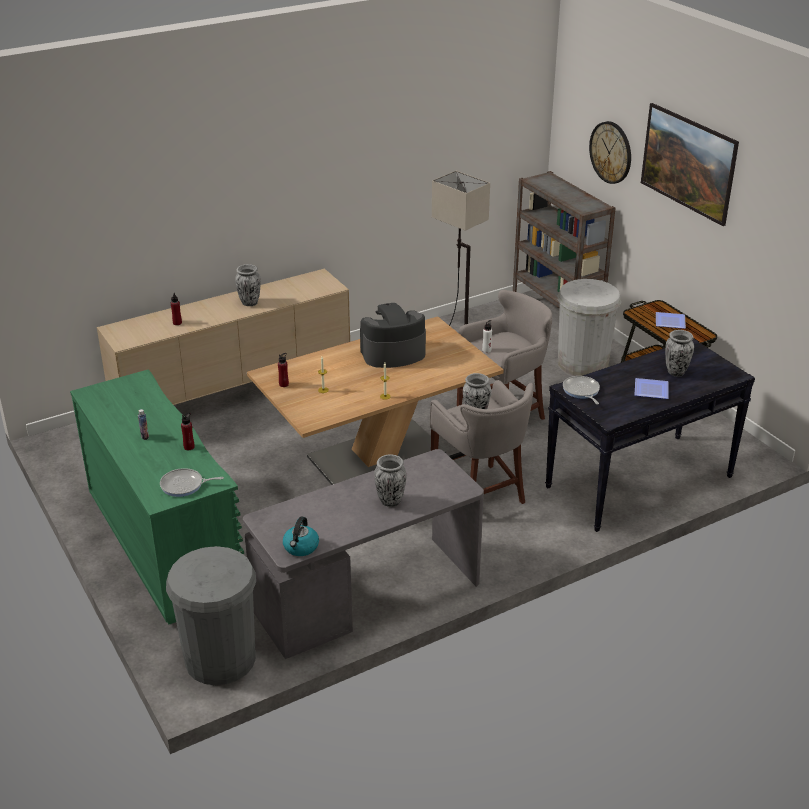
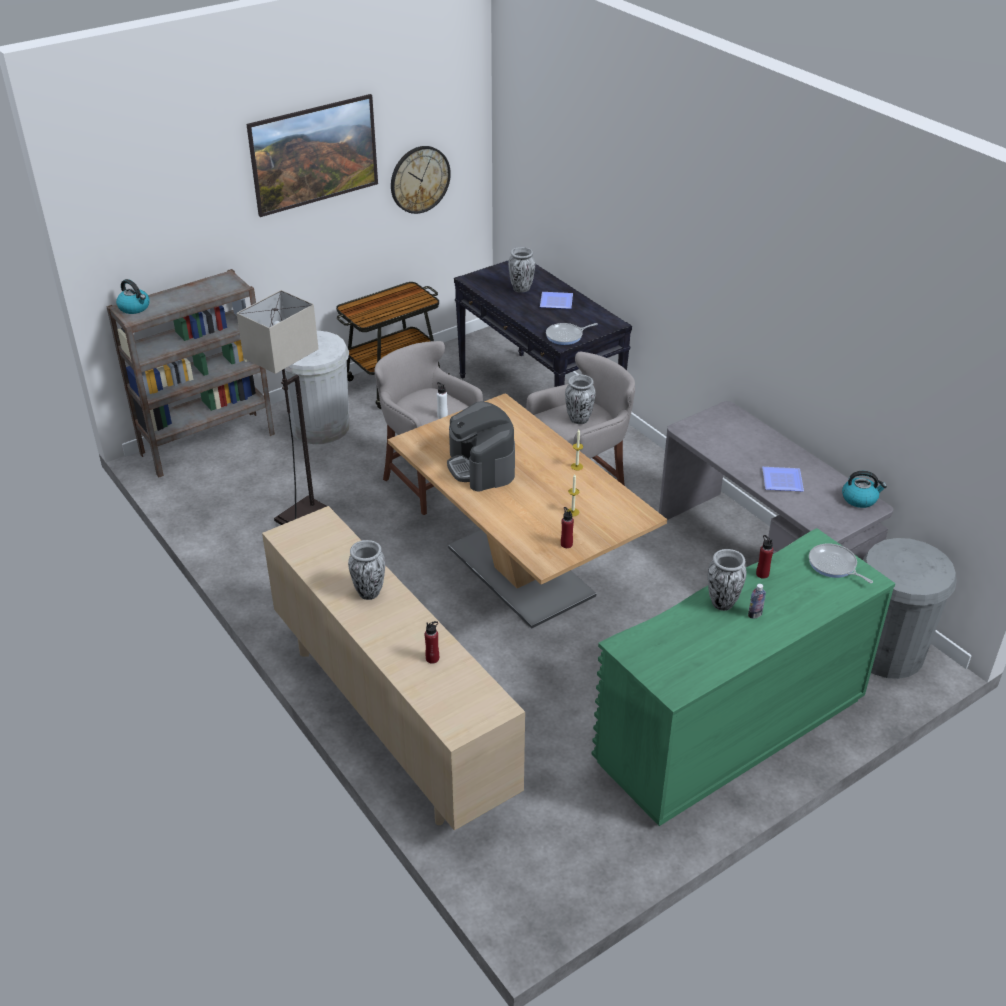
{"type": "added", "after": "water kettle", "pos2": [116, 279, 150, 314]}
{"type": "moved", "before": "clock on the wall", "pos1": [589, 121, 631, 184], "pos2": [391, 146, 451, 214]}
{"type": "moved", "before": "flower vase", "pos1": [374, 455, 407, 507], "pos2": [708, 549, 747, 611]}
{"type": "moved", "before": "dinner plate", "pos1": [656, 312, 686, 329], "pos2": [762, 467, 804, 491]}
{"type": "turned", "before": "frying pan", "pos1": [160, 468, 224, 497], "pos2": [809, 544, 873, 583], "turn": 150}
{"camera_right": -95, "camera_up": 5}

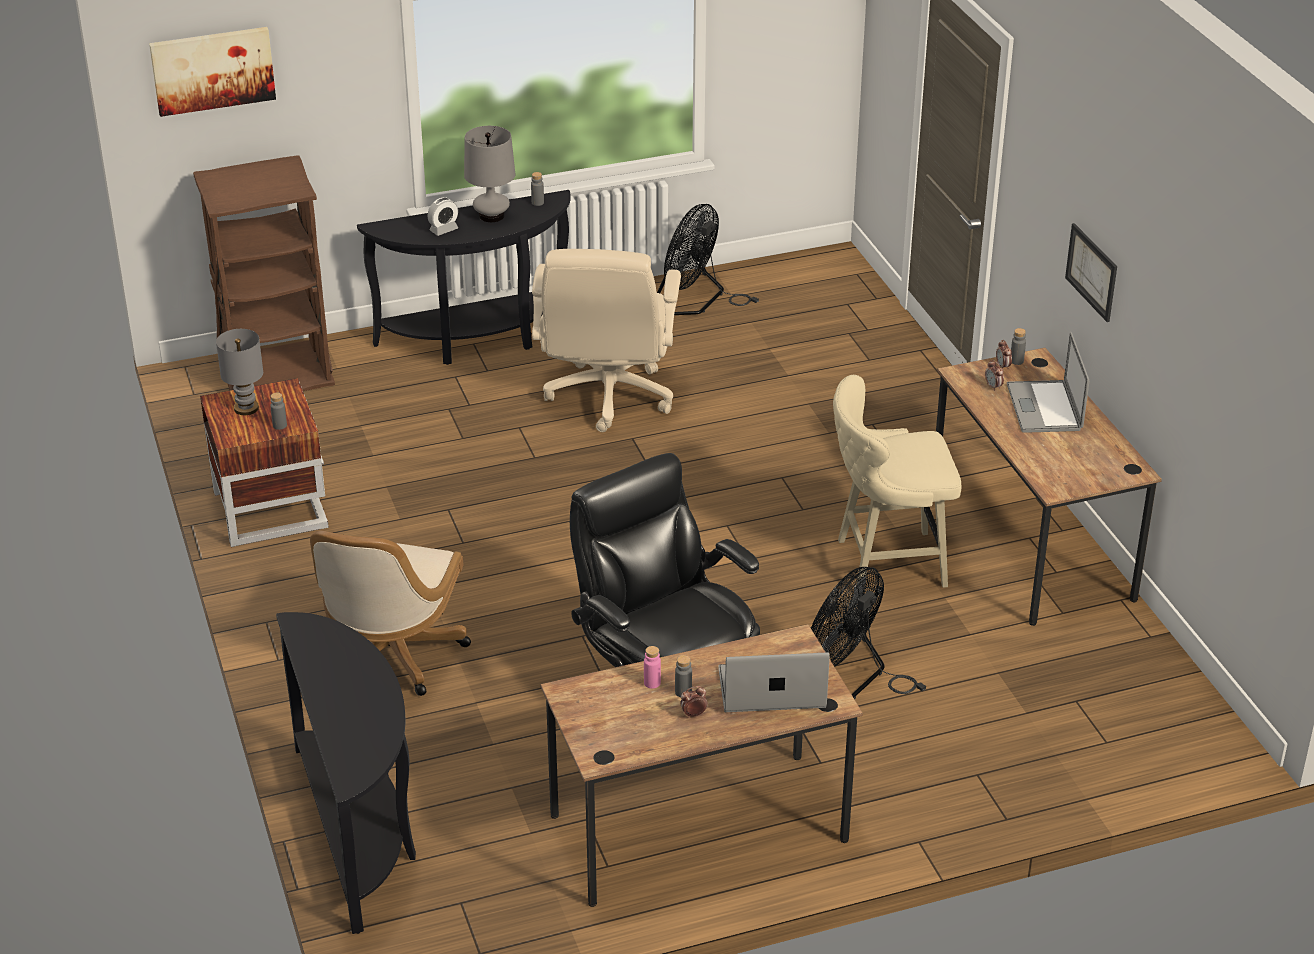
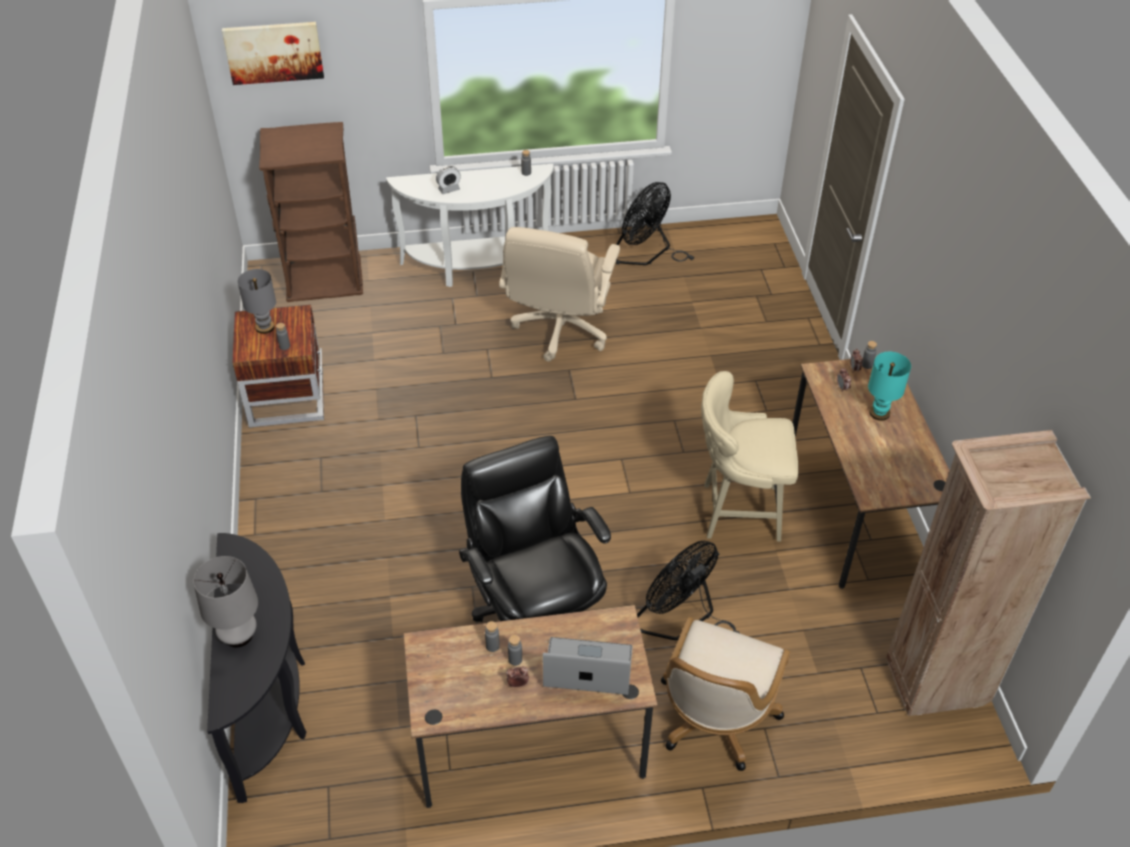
{"type": "moved", "before": "grey table lamp", "pos1": [464, 126, 515, 222], "pos2": [193, 556, 258, 648]}
{"type": "recoloured", "before": "black-coloured hall table", "after": "white-coloured hall table", "pos1": [357, 190, 571, 365], "pos2": [386, 164, 554, 287]}
{"type": "recoloured", "before": "pink-coloured drink bottle", "after": "grey drink bottle", "pos1": [644, 646, 661, 689], "pos2": [485, 621, 500, 652]}
{"type": "moved", "before": "desk chair", "pos1": [310, 530, 471, 696], "pos2": [661, 617, 790, 771]}
{"type": "replaced", "before": "notebook computer", "after": "turquoise-coloured table lamp", "pos1": [1007, 332, 1089, 433], "pos2": [868, 352, 911, 421]}
{"type": "added", "after": "brownish cupboard", "pos2": [886, 430, 1091, 716]}
{"type": "removed", "before": "wall picture", "pos1": [1065, 223, 1117, 322]}
{"camera_right": 10, "camera_up": 10}

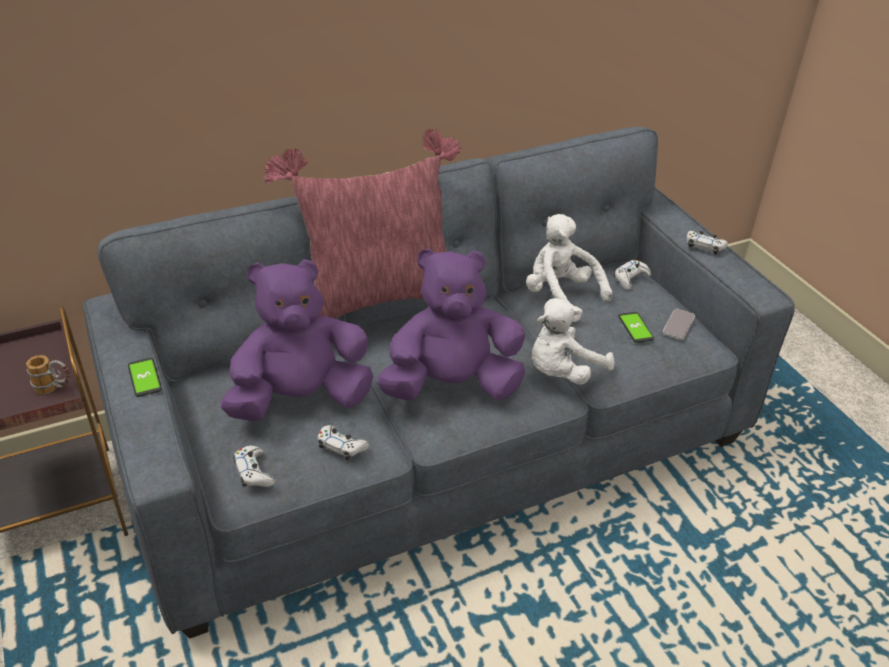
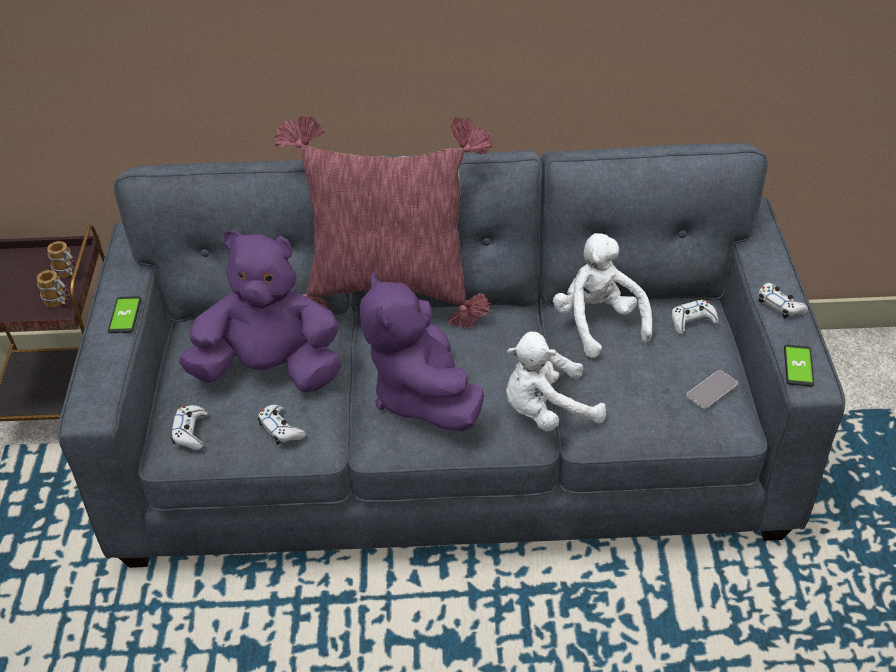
{"type": "added", "after": "tea mug", "pos2": [47, 241, 76, 277]}
{"type": "turned", "before": "purplish soft toy", "pos1": [377, 248, 525, 401], "pos2": [360, 272, 484, 431], "turn": -120}
{"type": "moved", "before": "phone", "pos1": [618, 312, 654, 343], "pos2": [784, 345, 814, 387]}
{"camera_right": 25, "camera_up": 5}

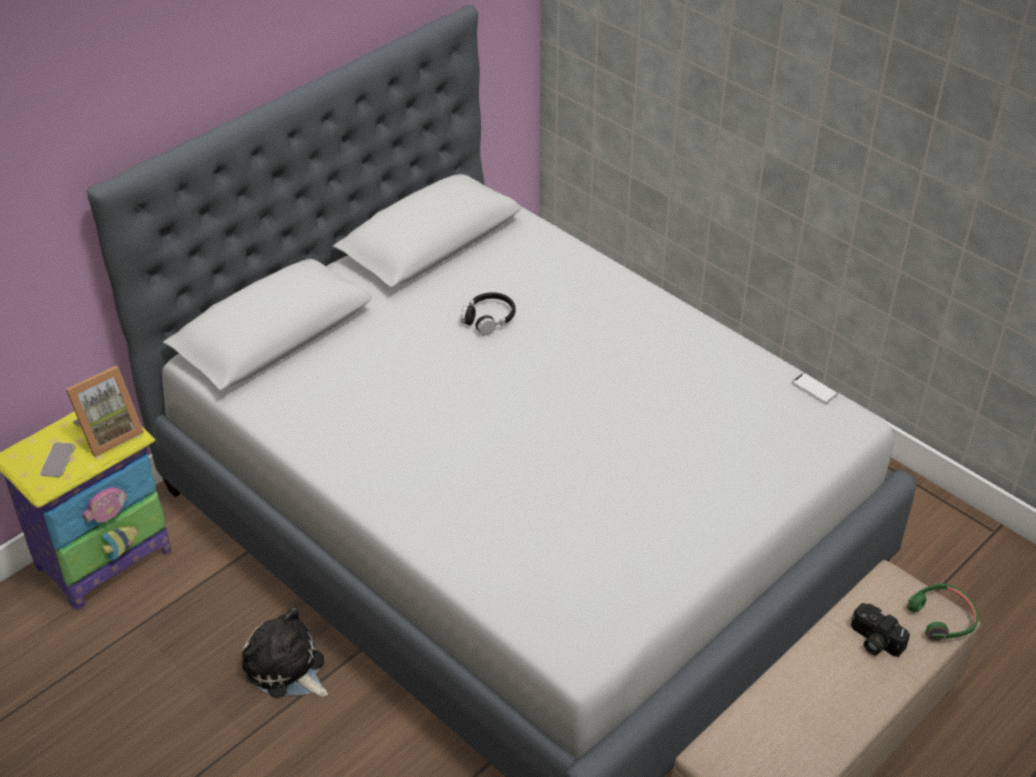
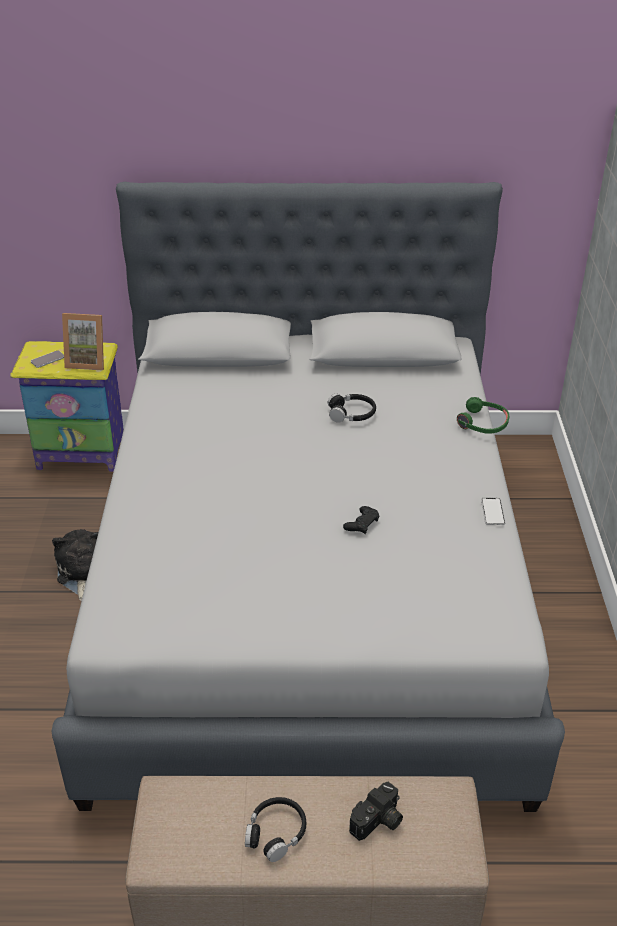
{"type": "added", "after": "black-coloured headset", "pos2": [245, 797, 306, 862]}
{"type": "added", "after": "black-coloured joypad", "pos2": [343, 506, 379, 534]}
{"type": "turned", "before": "still camera", "pos1": [851, 603, 910, 657], "pos2": [349, 782, 403, 841], "turn": -135}
{"type": "moved", "before": "green headset", "pos1": [907, 584, 979, 641], "pos2": [457, 397, 509, 434]}
{"type": "moved", "before": "phone", "pos1": [792, 373, 838, 404], "pos2": [481, 498, 505, 525]}
{"camera_right": 45, "camera_up": -5}

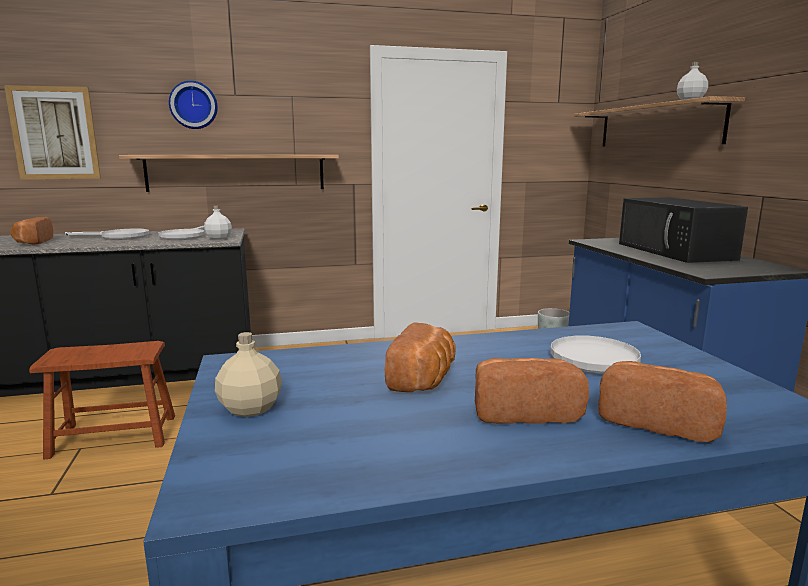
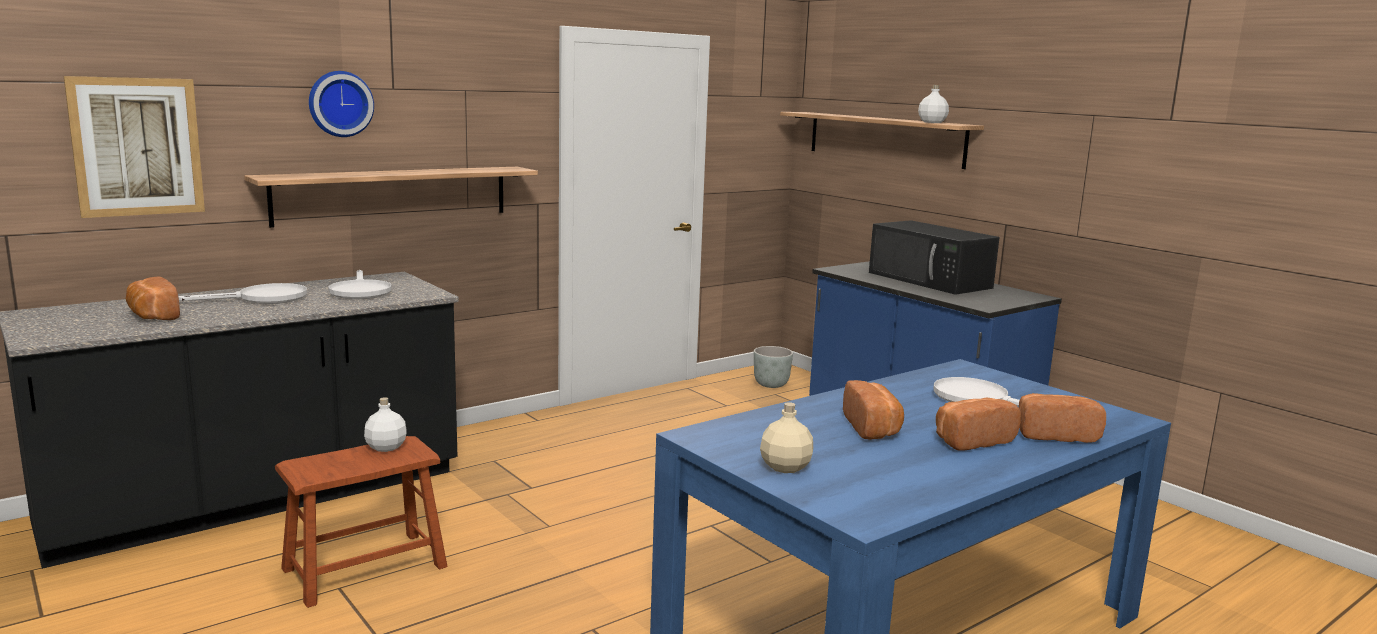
{"type": "moved", "before": "white-coloured drink bottle", "pos1": [204, 205, 232, 240], "pos2": [364, 397, 406, 452]}
{"camera_right": -25, "camera_up": 0}

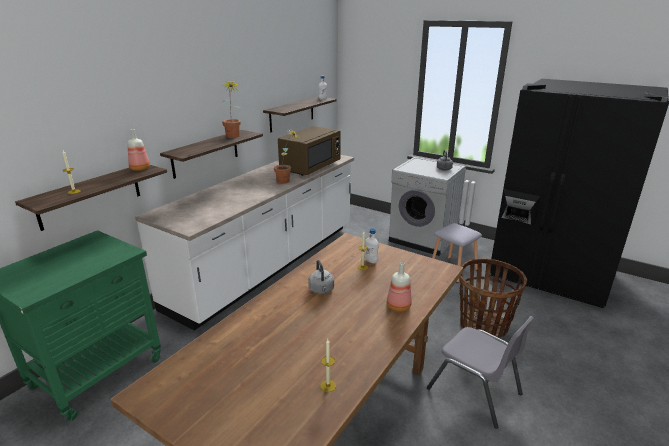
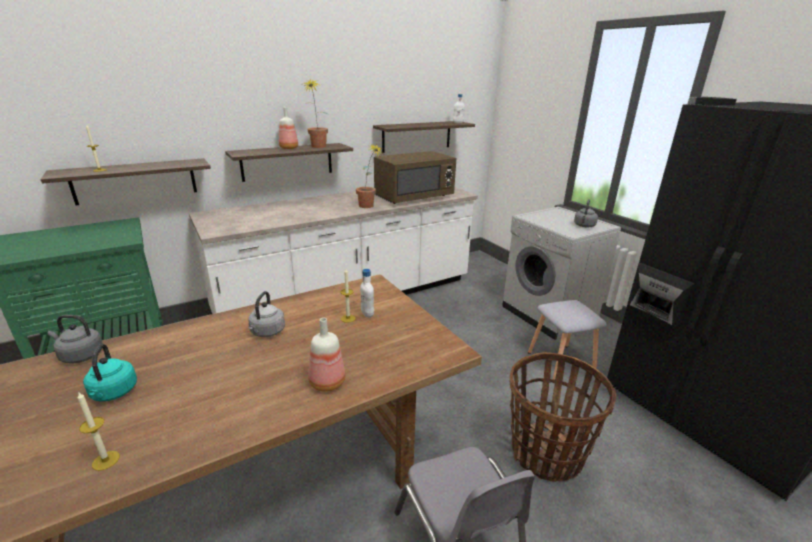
{"type": "added", "after": "grey water kettle", "pos2": [48, 315, 103, 363]}
{"type": "added", "after": "turquoise-coloured water kettle", "pos2": [83, 344, 137, 401]}
{"type": "moved", "before": "drink bottle", "pos1": [127, 129, 150, 171], "pos2": [279, 107, 298, 149]}
{"camera_right": 25, "camera_up": 0}

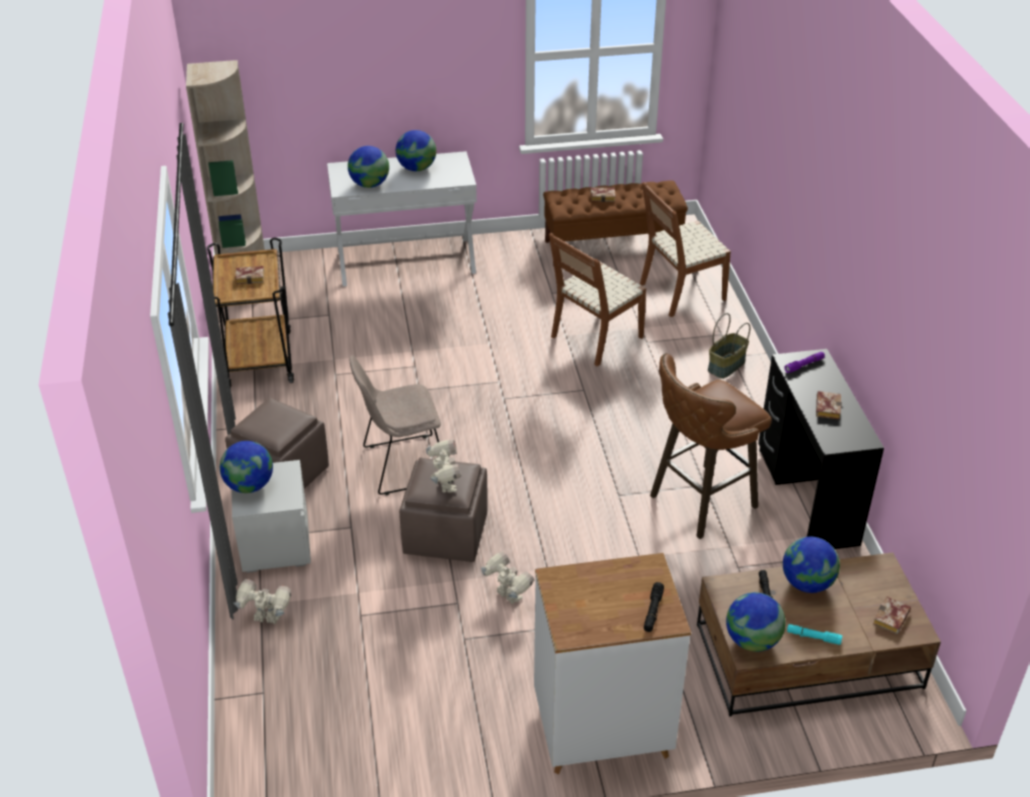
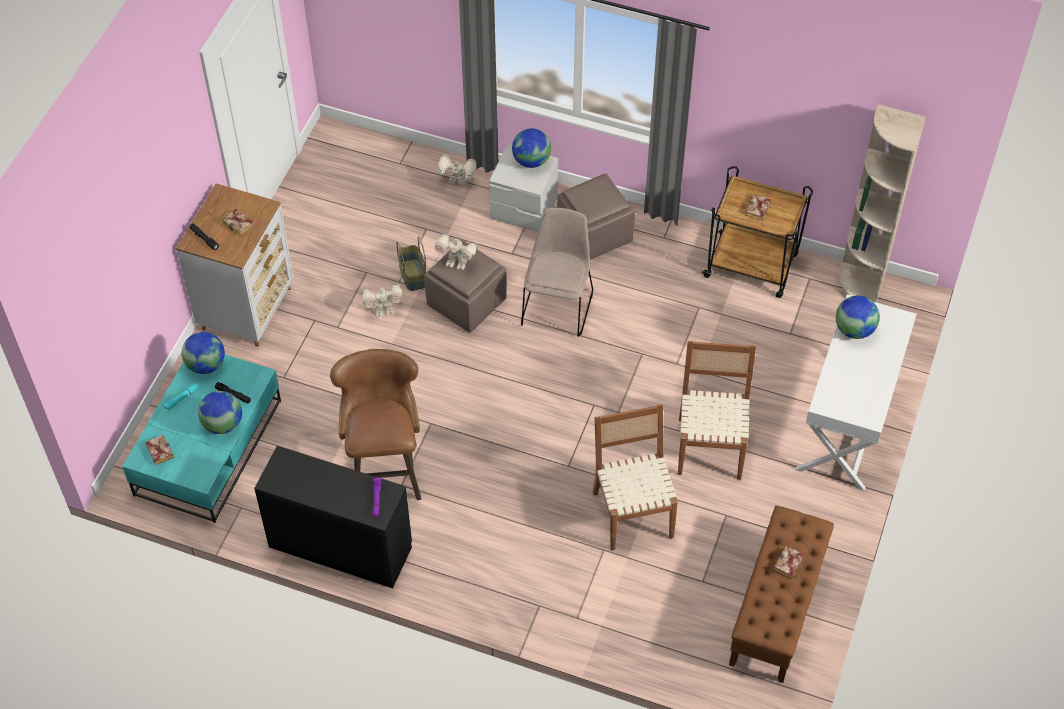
{"type": "recoloured", "before": "brownish lounge table", "after": "turquoise-coloured lounge table", "pos1": [697, 553, 941, 717], "pos2": [122, 354, 281, 523]}
{"type": "moved", "before": "volume", "pos1": [816, 391, 842, 420], "pos2": [222, 208, 254, 236]}
{"type": "moved", "before": "household basket", "pos1": [708, 313, 750, 379], "pos2": [397, 236, 426, 291]}
{"type": "turned", "before": "model robot", "pos1": [234, 579, 291, 624], "pos2": [437, 154, 477, 186], "turn": -120}
{"type": "moved", "before": "plain chair", "pos1": [640, 182, 731, 317], "pos2": [678, 341, 756, 480]}
{"type": "removed", "before": "globe", "pos1": [396, 130, 436, 171]}
{"camera_right": 120, "camera_up": 15}

